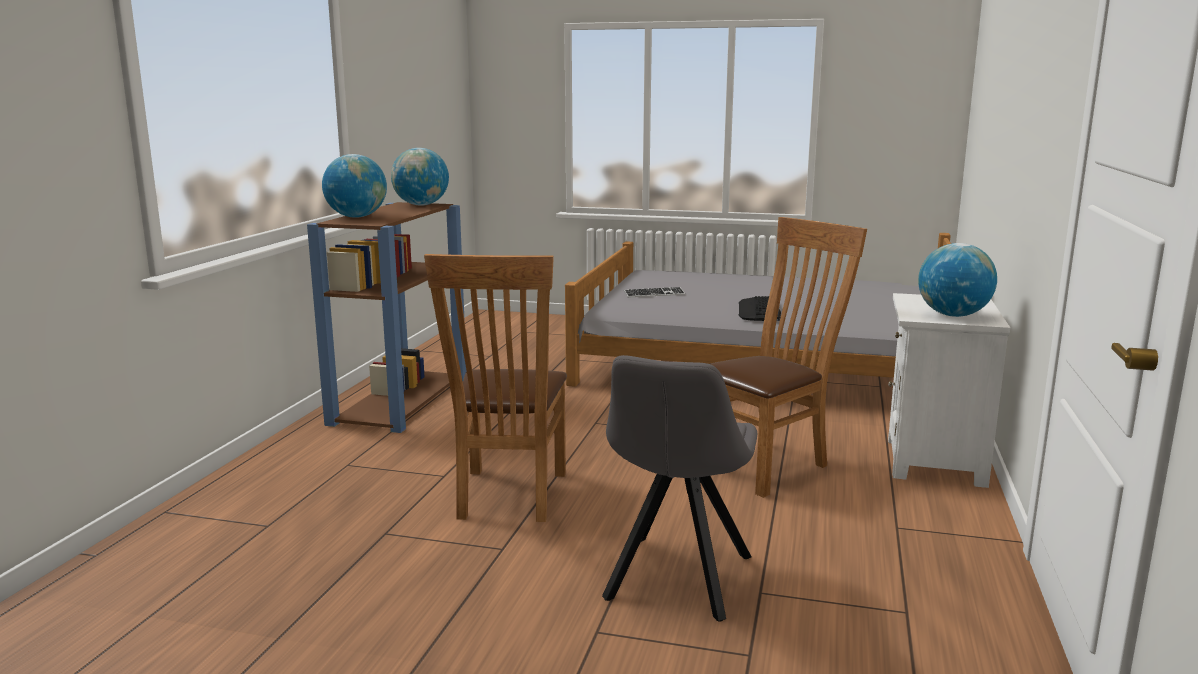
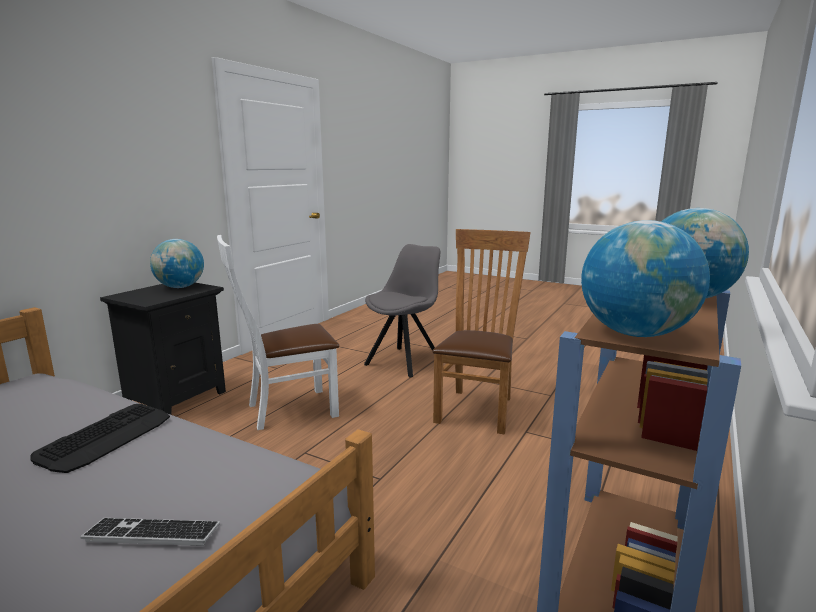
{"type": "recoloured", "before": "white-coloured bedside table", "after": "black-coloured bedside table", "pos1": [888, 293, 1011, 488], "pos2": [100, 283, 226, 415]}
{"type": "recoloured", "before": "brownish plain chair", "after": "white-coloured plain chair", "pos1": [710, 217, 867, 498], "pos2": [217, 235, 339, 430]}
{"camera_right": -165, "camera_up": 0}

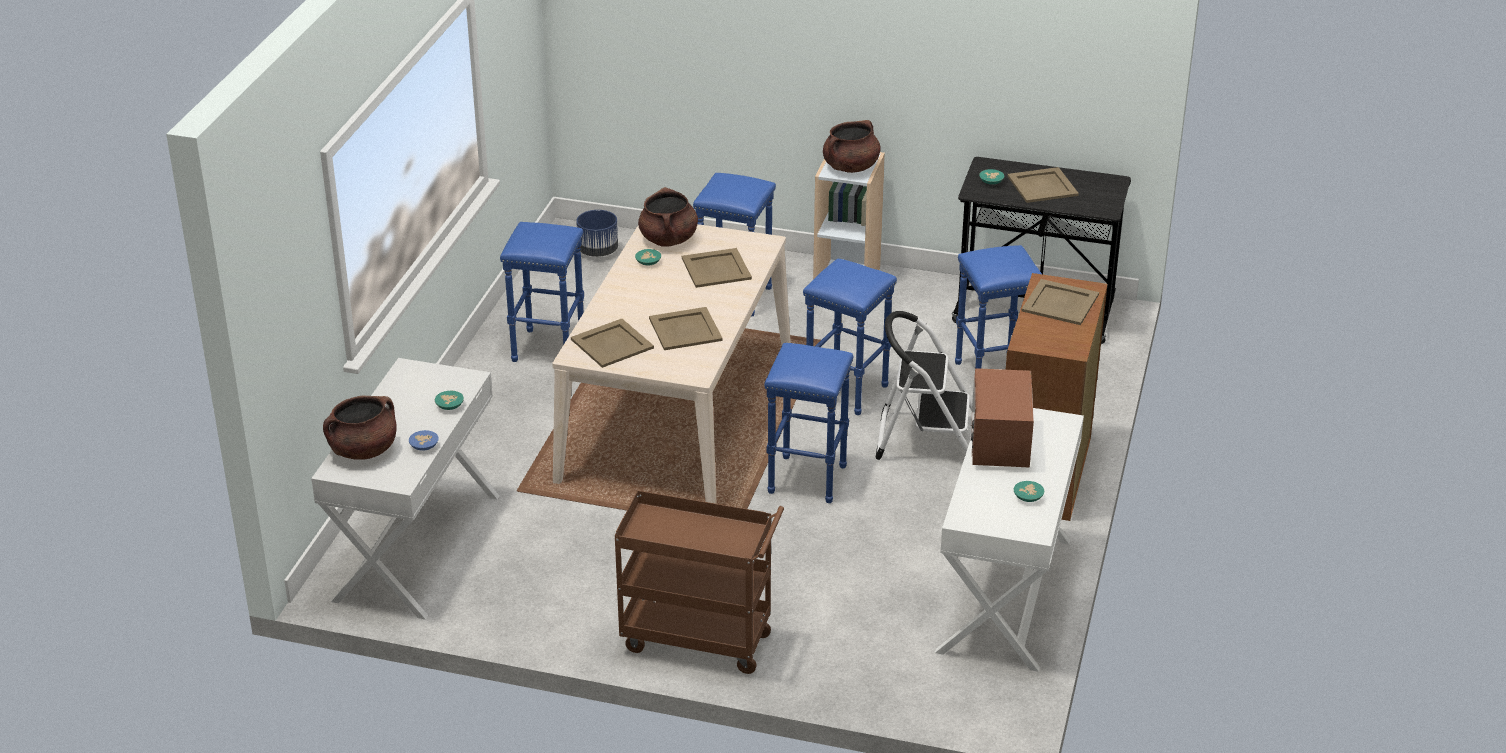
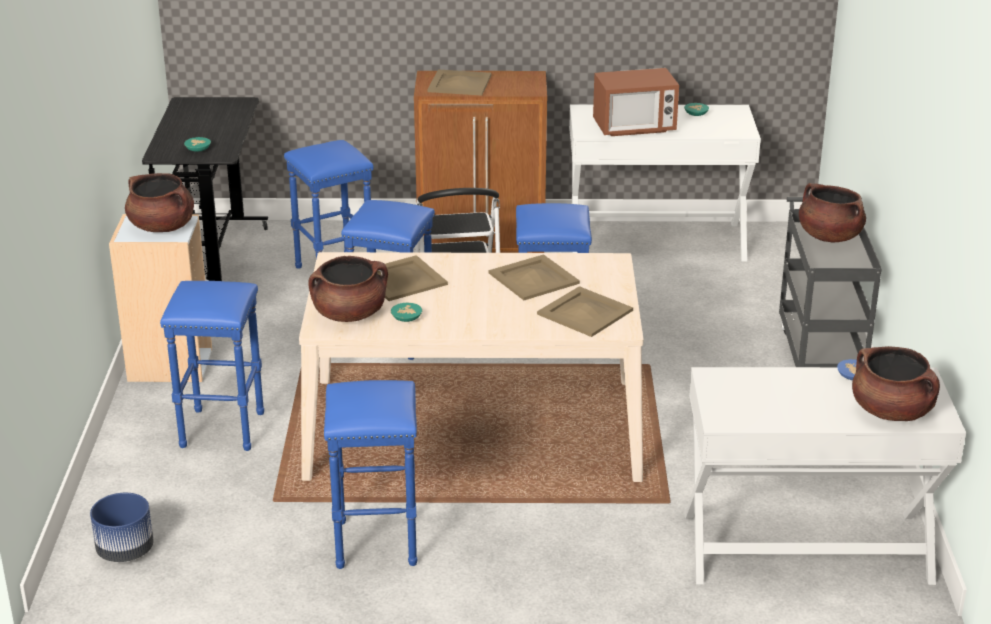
{"type": "recoloured", "before": "brownish trolley", "after": "grey trolley", "pos1": [615, 491, 784, 674], "pos2": [779, 197, 882, 367]}
{"type": "added", "after": "brownish cooking pot", "pos2": [799, 183, 866, 242]}
{"type": "removed", "before": "turquoise-coloured bowl", "pos1": [435, 391, 464, 410]}
{"type": "removed", "before": "beige tray", "pos1": [1007, 167, 1079, 203]}
{"camera_right": -105, "camera_up": -5}

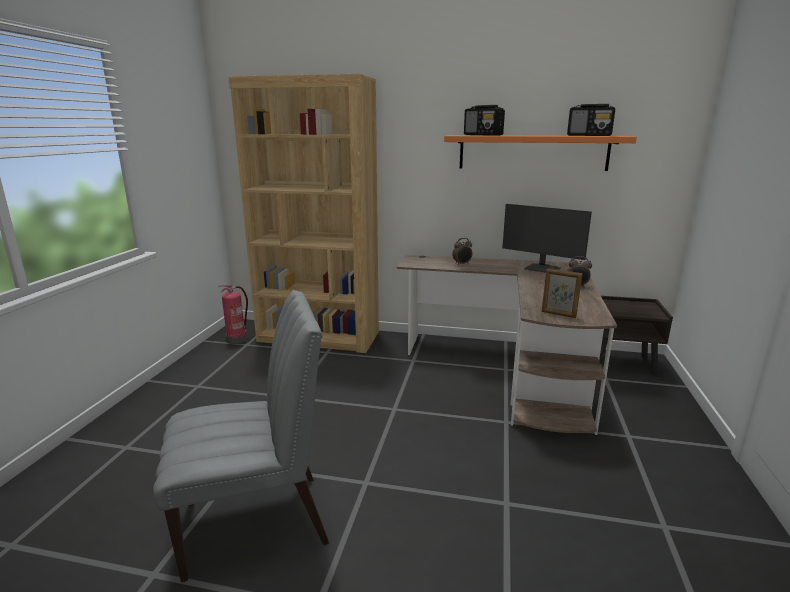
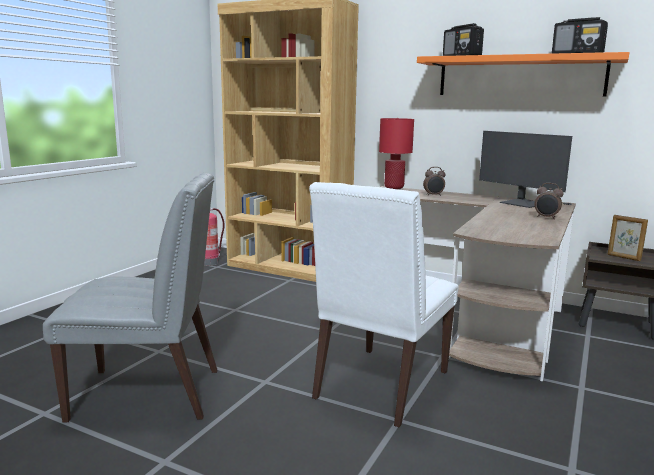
{"type": "added", "after": "white-coloured plain chair", "pos2": [309, 182, 459, 427]}
{"type": "added", "after": "red table lamp", "pos2": [379, 118, 414, 189]}
{"type": "moved", "before": "photo frame", "pos1": [542, 268, 582, 318], "pos2": [607, 215, 648, 261]}
{"camera_right": 15, "camera_up": -5}

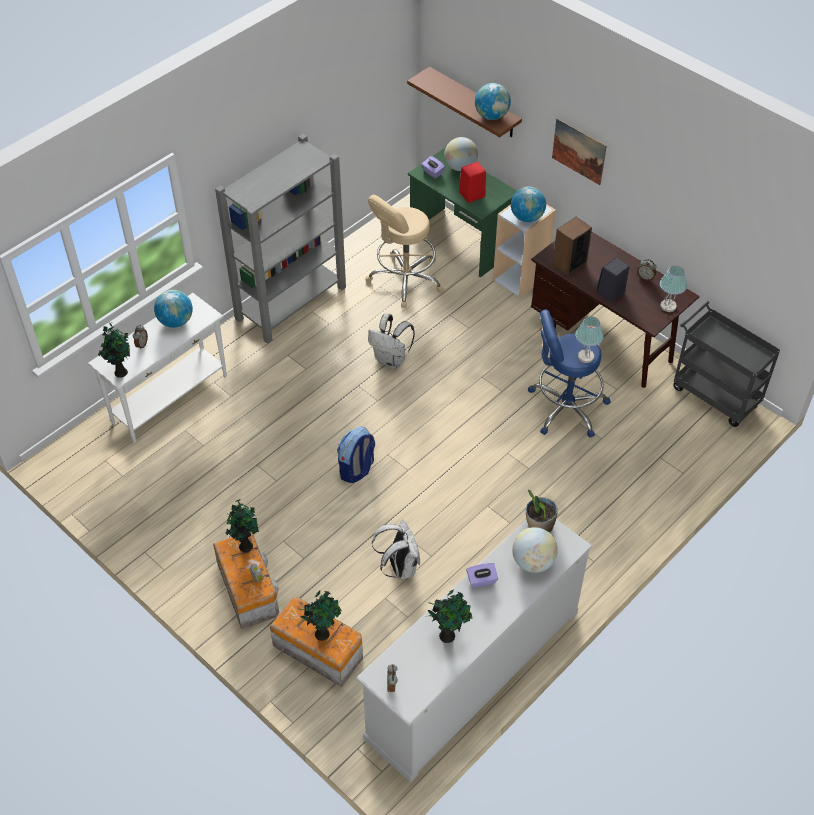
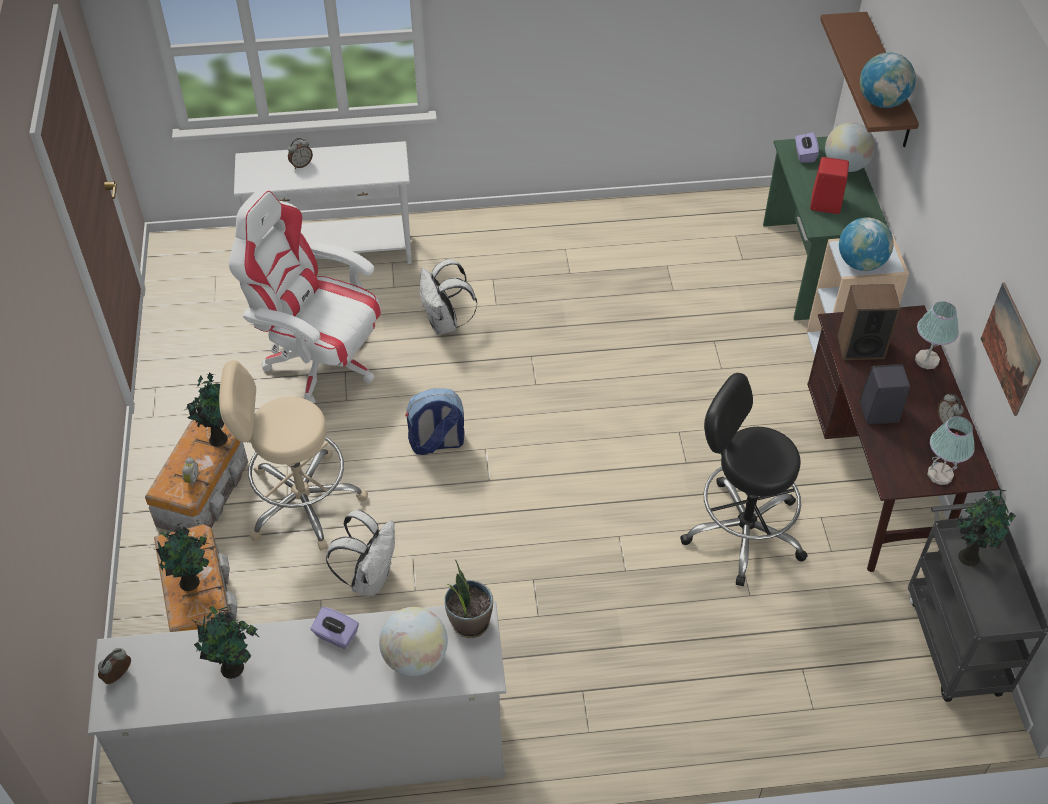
{"type": "moved", "before": "beige stool seat", "pos1": [366, 195, 444, 308], "pos2": [219, 360, 368, 550]}
{"type": "added", "after": "white-coloured desk chair", "pos2": [229, 190, 381, 403]}
{"type": "moved", "before": "white-coloured backpack", "pos1": [368, 313, 415, 369], "pos2": [420, 259, 477, 335]}
{"type": "recoloured", "before": "blue-coloured stool seat", "after": "black-coloured stool seat", "pos1": [528, 310, 611, 437], "pos2": [680, 373, 808, 586]}
{"type": "moved", "before": "table lamp", "pos1": [576, 316, 604, 363], "pos2": [915, 302, 959, 369]}
{"type": "moved", "before": "plant in a pot", "pos1": [98, 322, 130, 378], "pos2": [955, 489, 1016, 566]}
{"type": "moved", "before": "wall picture", "pos1": [552, 118, 607, 185], "pos2": [981, 283, 1042, 416]}
{"type": "removed", "before": "globe", "pos1": [154, 290, 193, 328]}
{"type": "removed", "before": "grey shelving unit", "pos1": [215, 134, 346, 344]}
{"camera_right": 40, "camera_up": 0}

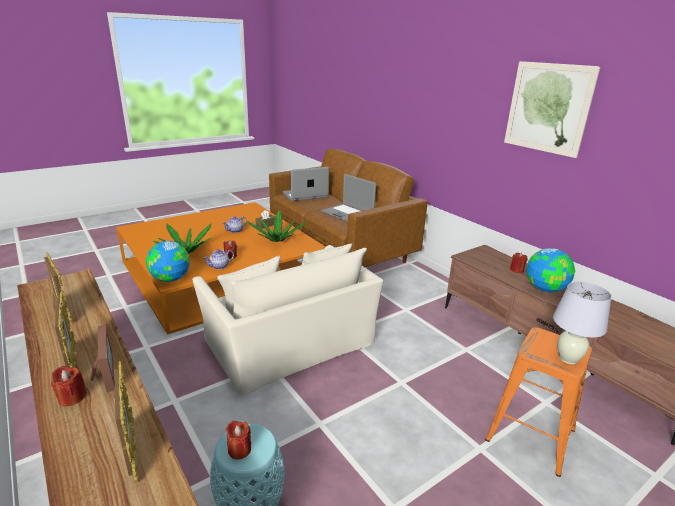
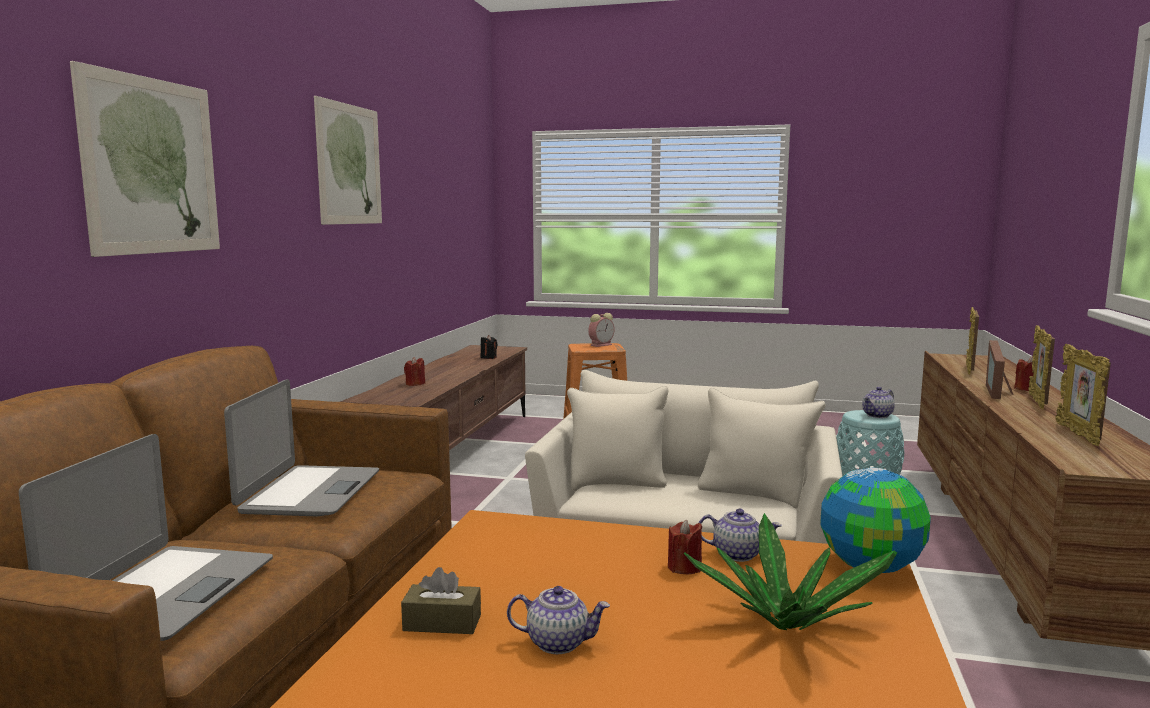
{"type": "turned", "before": "notebook computer", "pos1": [282, 167, 329, 201], "pos2": [19, 434, 273, 641], "turn": -105}
{"type": "added", "after": "wall picture", "pos2": [70, 61, 220, 257]}
{"type": "added", "after": "black-coloured wax light", "pos2": [481, 335, 498, 359]}
{"type": "replaced", "before": "white-coloured table lamp", "after": "table clock", "pos1": [553, 281, 612, 364], "pos2": [588, 313, 615, 347]}
{"type": "replaced", "before": "red wax light", "after": "tea pot", "pos1": [226, 421, 251, 460], "pos2": [862, 387, 895, 418]}
{"type": "removed", "before": "plant in a pot", "pos1": [247, 211, 306, 242]}
{"type": "removed", "before": "globe", "pos1": [526, 248, 575, 292]}
{"camera_right": -130, "camera_up": -15}

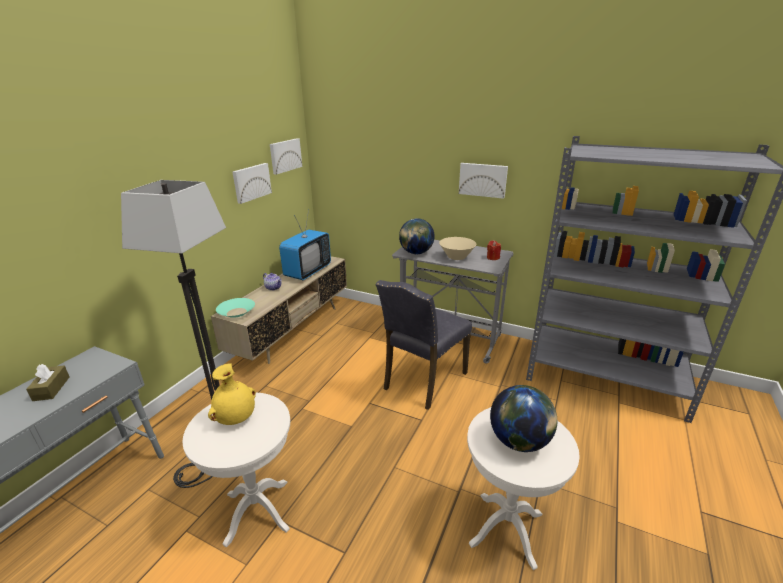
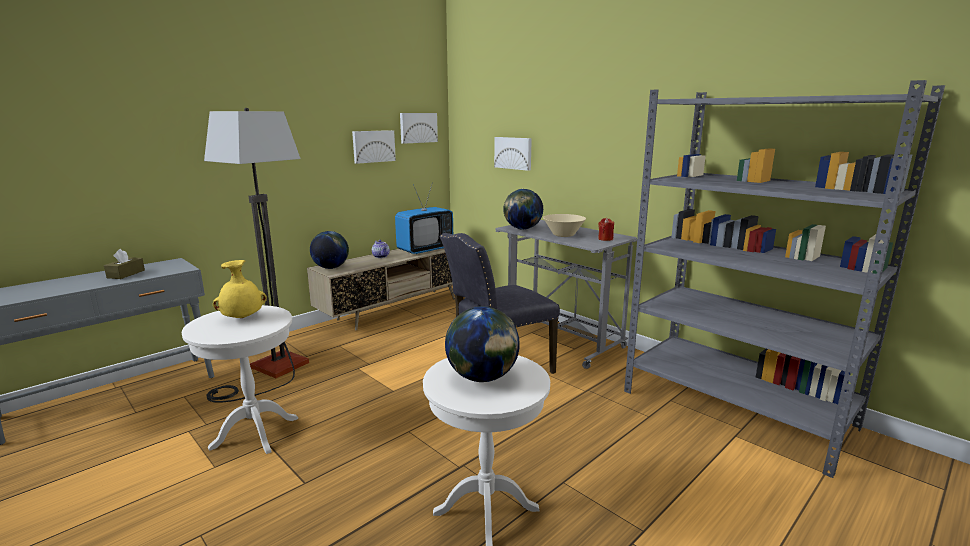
{"type": "replaced", "before": "turquoise-coloured bowl", "after": "globe", "pos1": [216, 298, 255, 318], "pos2": [310, 231, 349, 269]}
{"type": "moved", "before": "wall picture", "pos1": [459, 163, 508, 199], "pos2": [494, 137, 532, 171]}
{"camera_right": 20, "camera_up": -10}

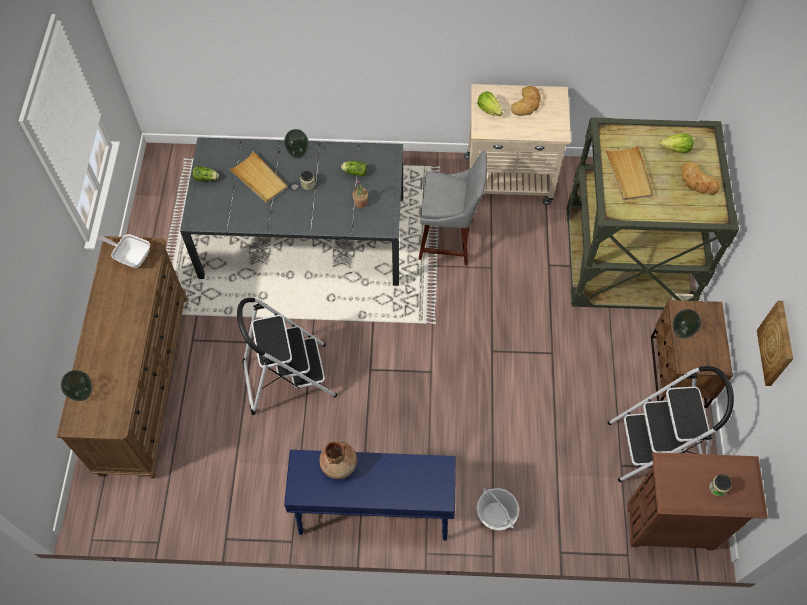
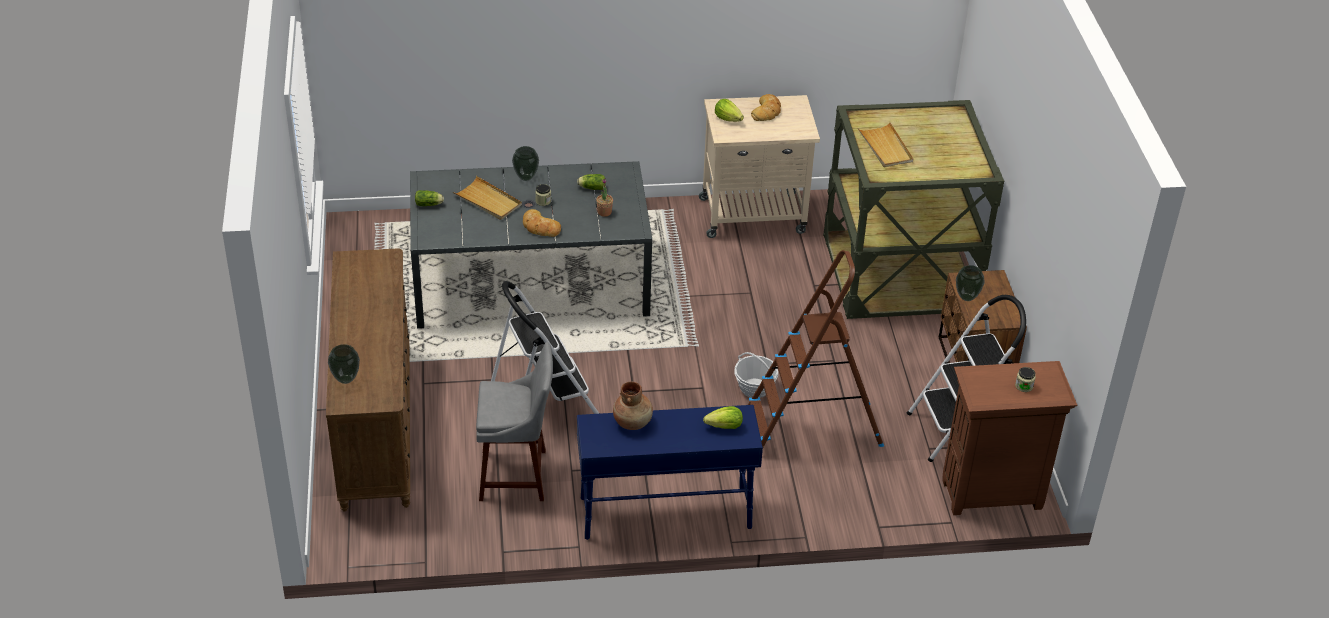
{"type": "moved", "before": "grey plain chair", "pos1": [418, 150, 487, 265], "pos2": [476, 342, 553, 501]}
{"type": "moved", "before": "bread", "pos1": [681, 162, 720, 195], "pos2": [523, 209, 561, 237]}
{"type": "moved", "before": "head of lettuce", "pos1": [660, 134, 694, 153], "pos2": [703, 406, 743, 429]}
{"type": "moved", "before": "household basket", "pos1": [477, 488, 519, 530], "pos2": [734, 352, 778, 398]}
{"type": "added", "after": "brownish step ladder", "pos2": [748, 250, 884, 447]}
{"type": "removed", "before": "frying pan", "pos1": [97, 234, 150, 268]}
{"type": "removed", "before": "wall picture", "pos1": [757, 301, 793, 386]}
{"camera_right": -10, "camera_up": -20}

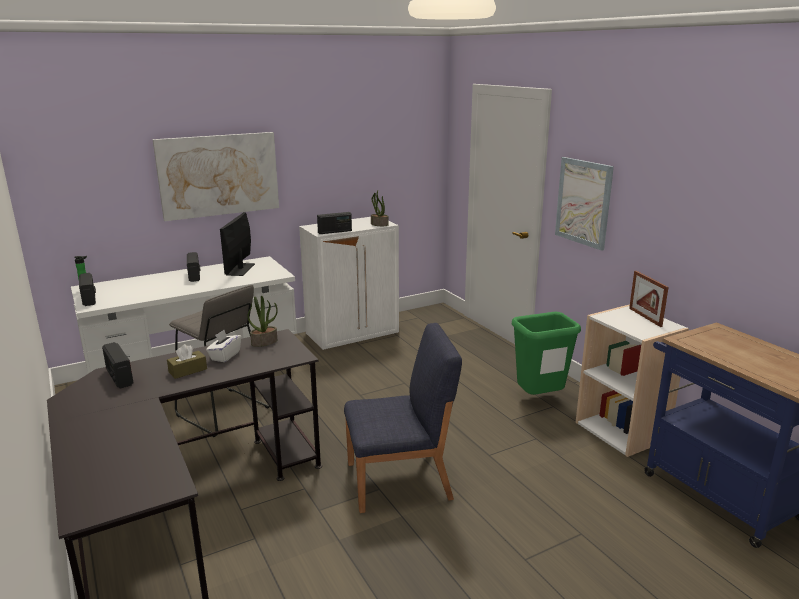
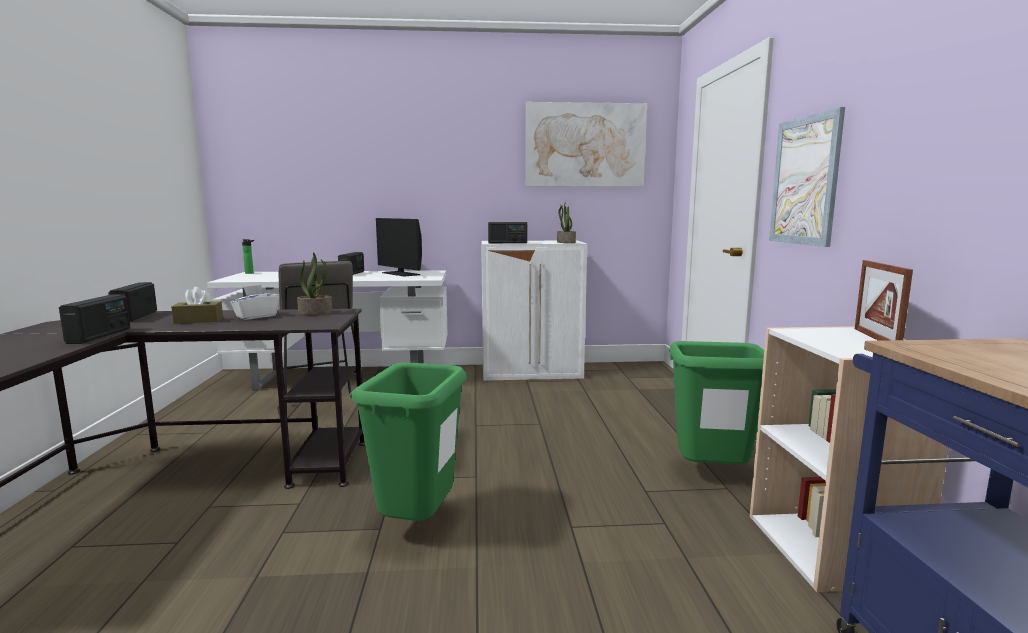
{"type": "moved", "before": "radio", "pos1": [79, 273, 96, 306], "pos2": [59, 294, 130, 344]}
{"type": "replaced", "before": "blue-coloured plain chair", "after": "green waste bin", "pos1": [344, 323, 462, 513], "pos2": [352, 362, 467, 521]}
{"type": "turned", "before": "computer display", "pos1": [220, 212, 255, 276], "pos2": [376, 218, 422, 277], "turn": -75}
{"type": "moved", "before": "wall picture", "pos1": [153, 132, 279, 221], "pos2": [525, 102, 647, 187]}
{"camera_right": 25, "camera_up": -10}

